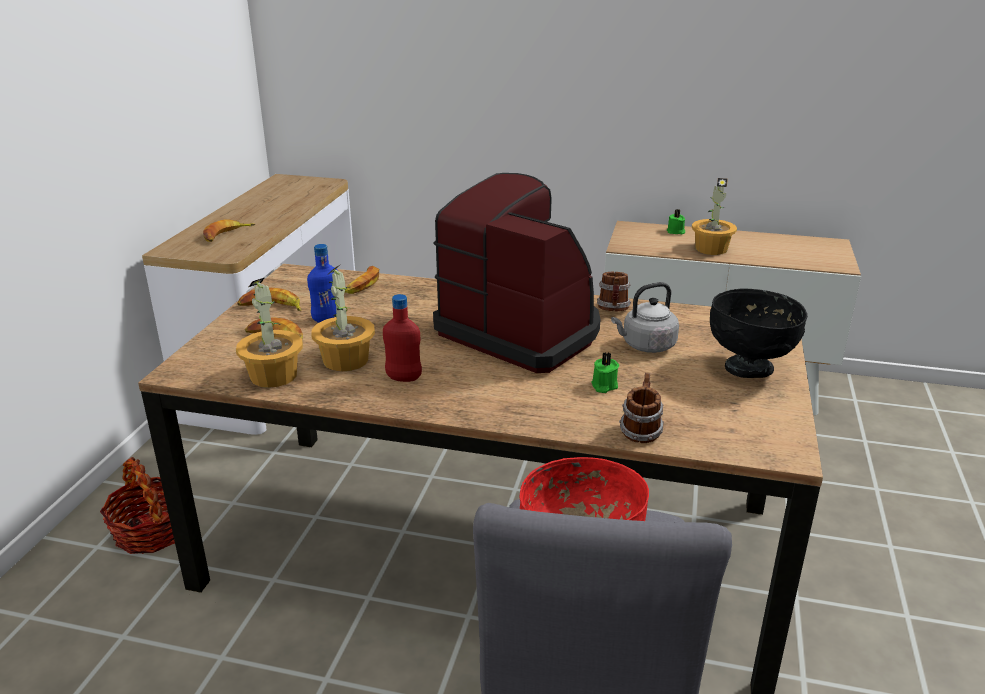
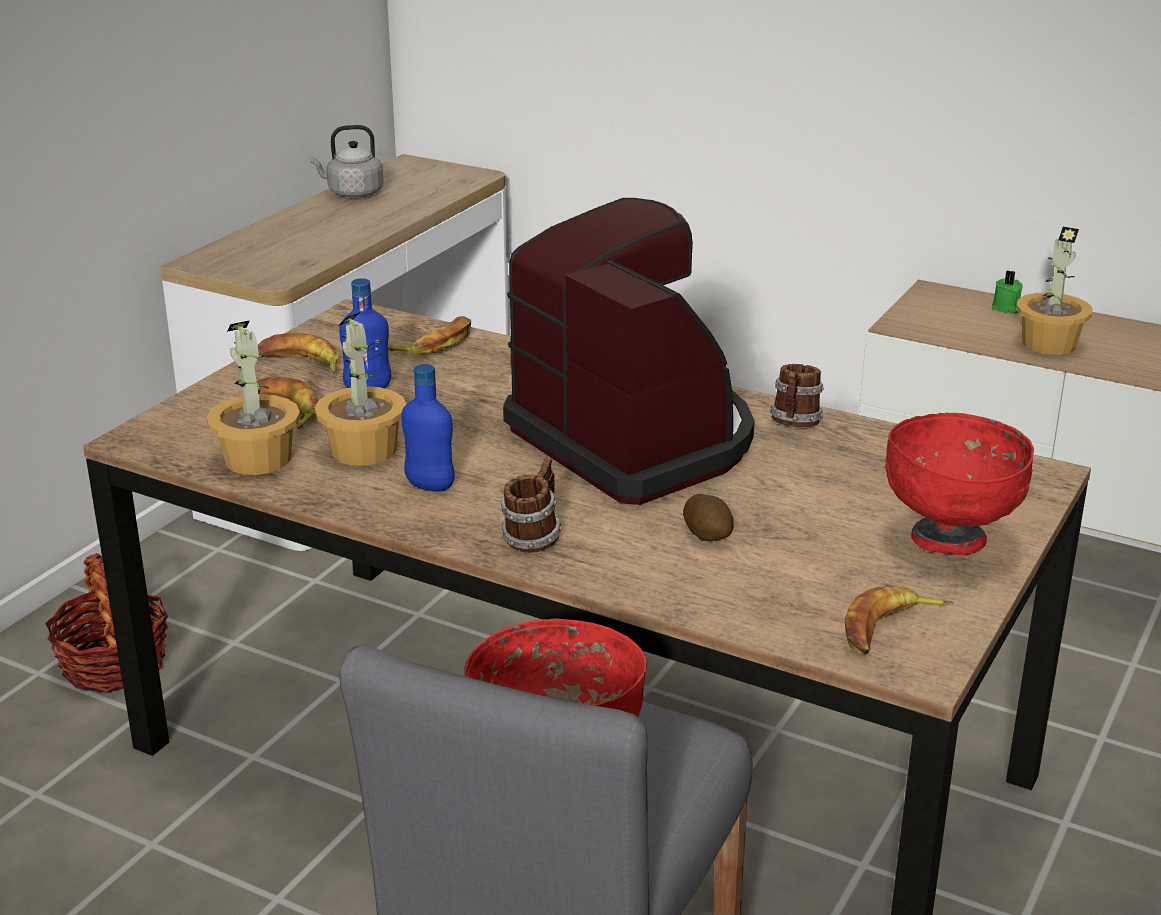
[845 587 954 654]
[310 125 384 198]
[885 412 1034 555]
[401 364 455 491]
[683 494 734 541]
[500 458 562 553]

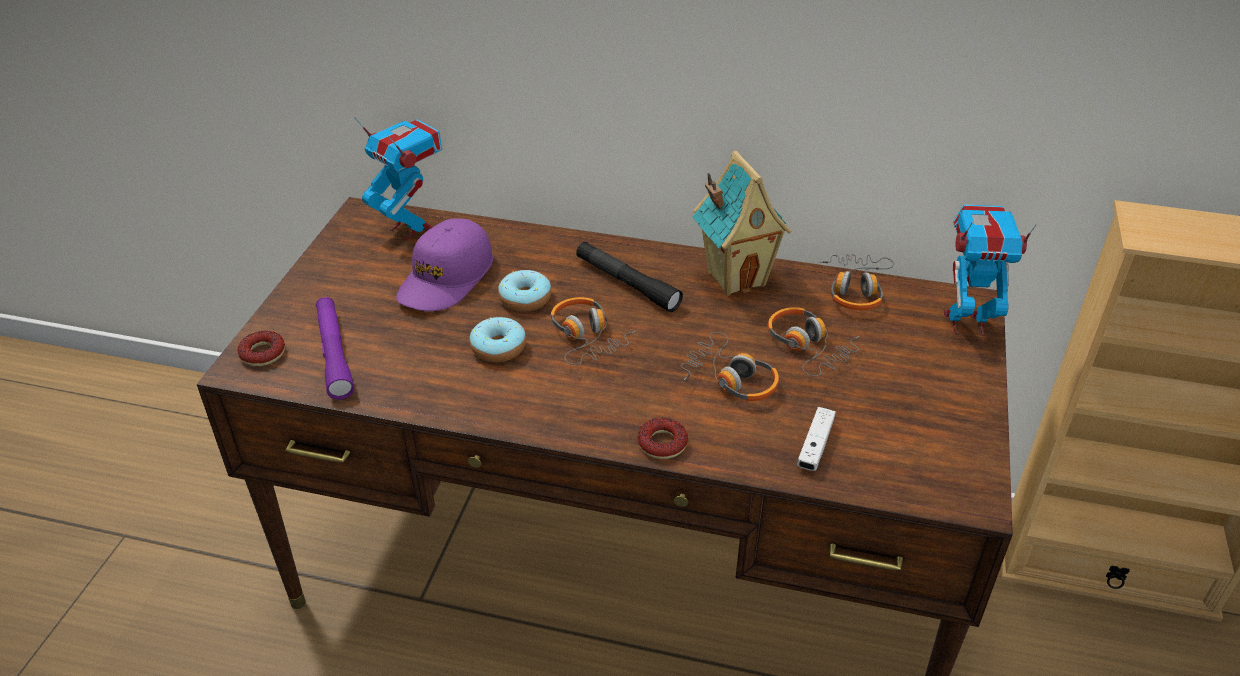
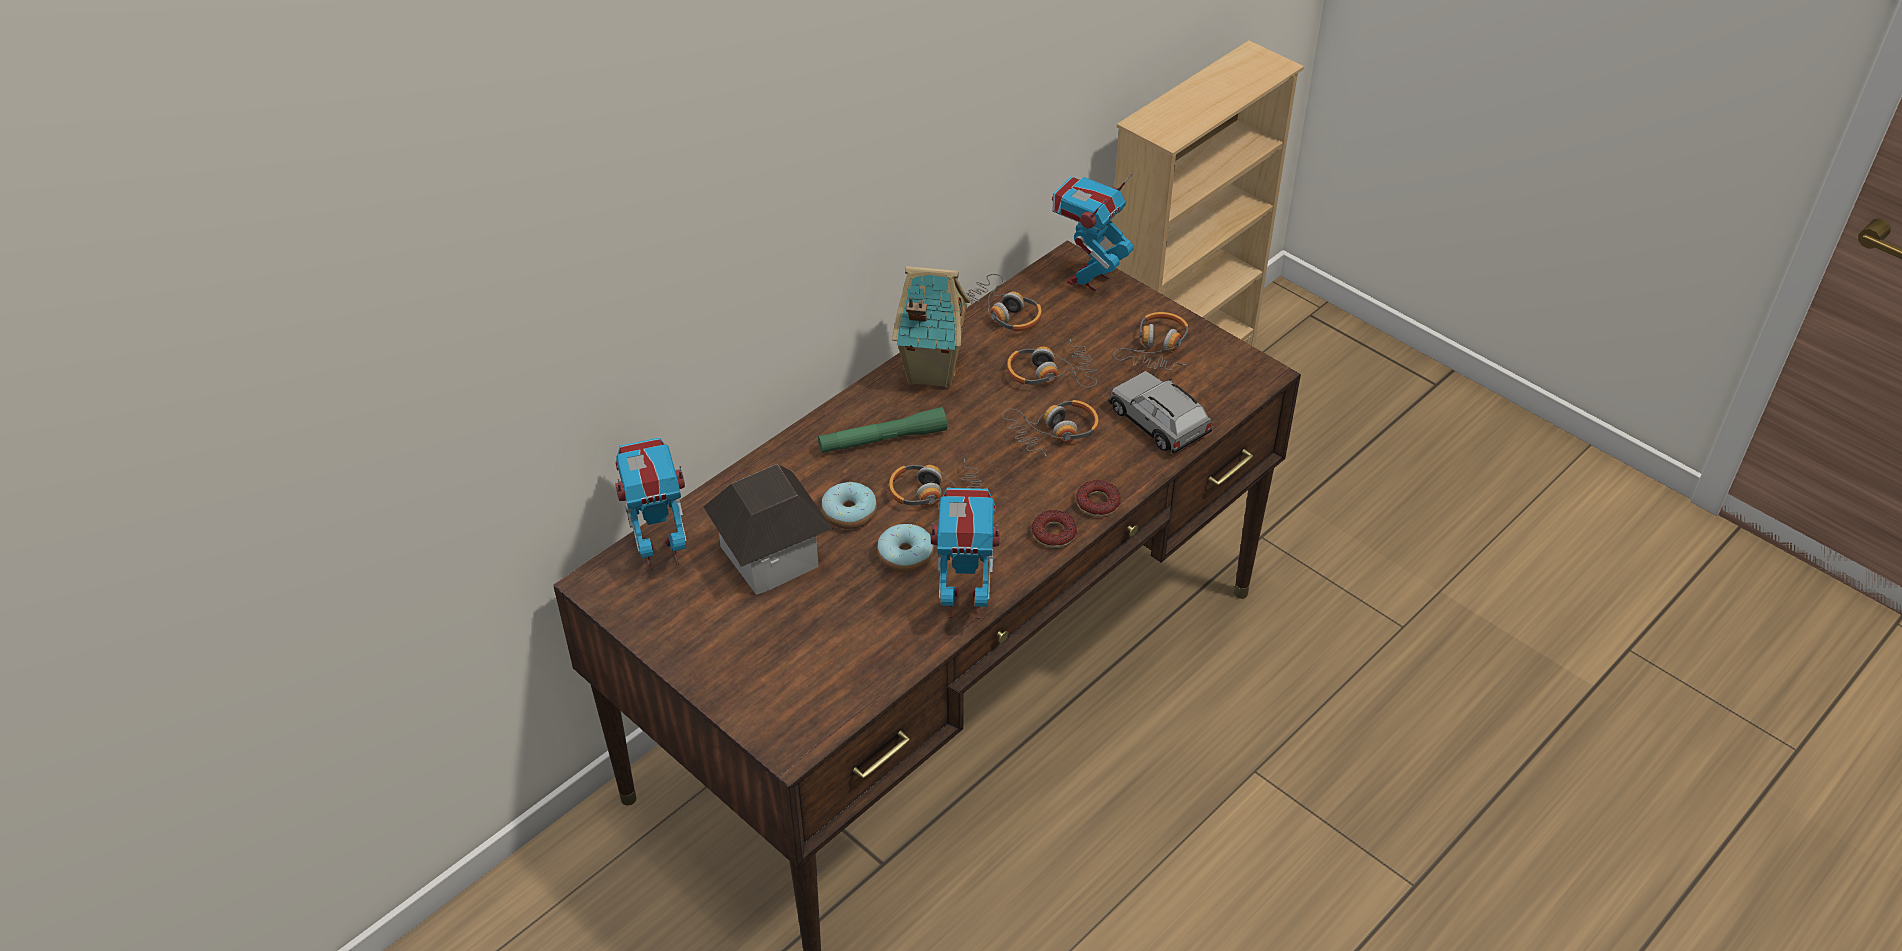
[704 464 833 595]
[818 407 947 453]
[316 297 354 400] (first image)
[1032 510 1077 548]
[1108 371 1213 454]
[1113 312 1188 370]
[931 488 1000 619]

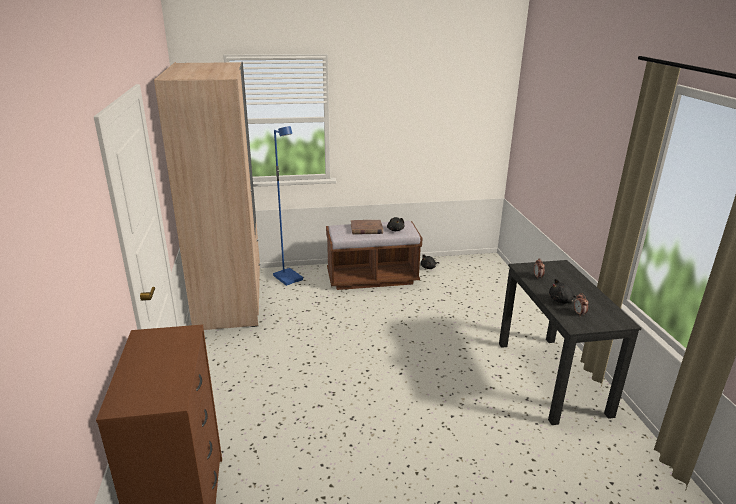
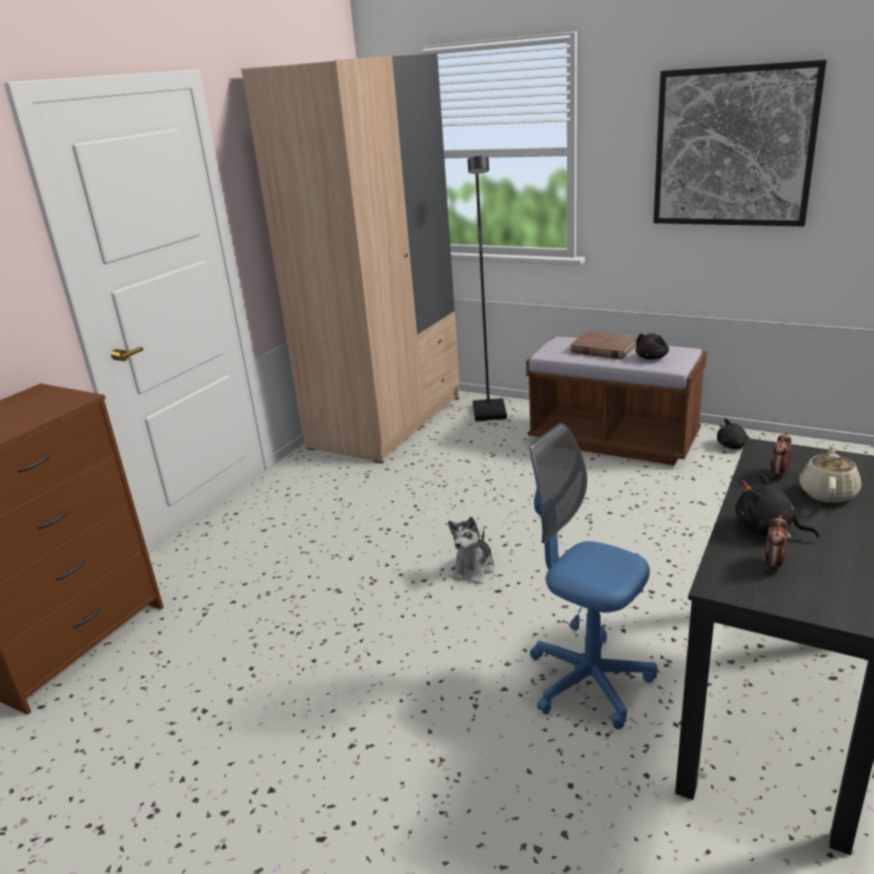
[468 156 507 422]
[653 60 827 226]
[529 423 658 729]
[799 443 861 503]
[448 517 495 584]

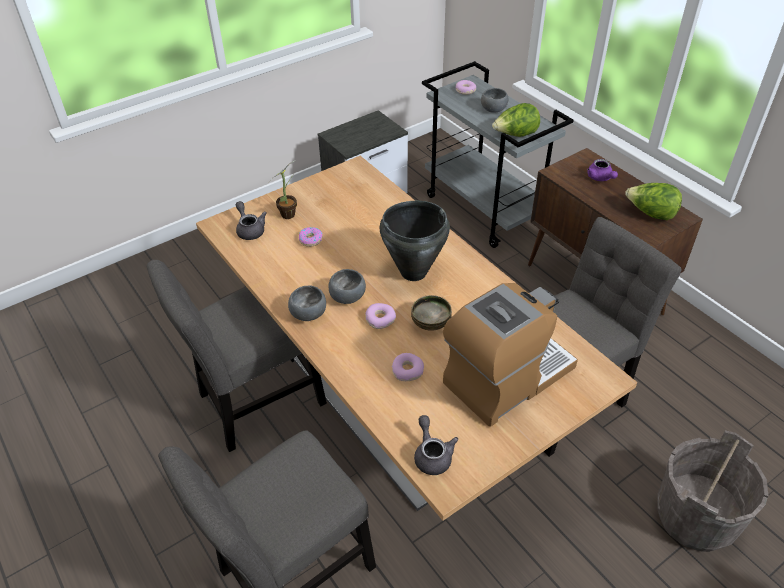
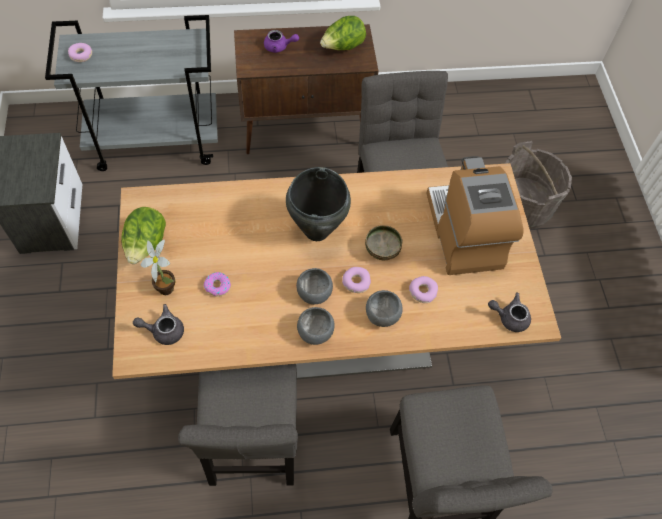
[366 290 403 327]
[121 207 166 264]

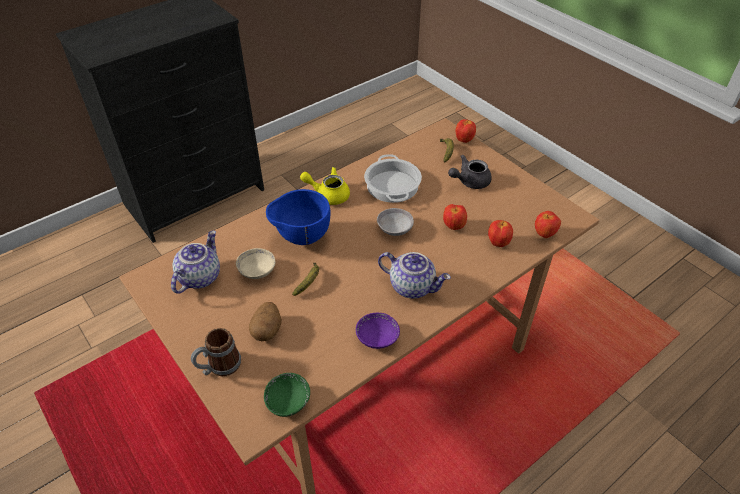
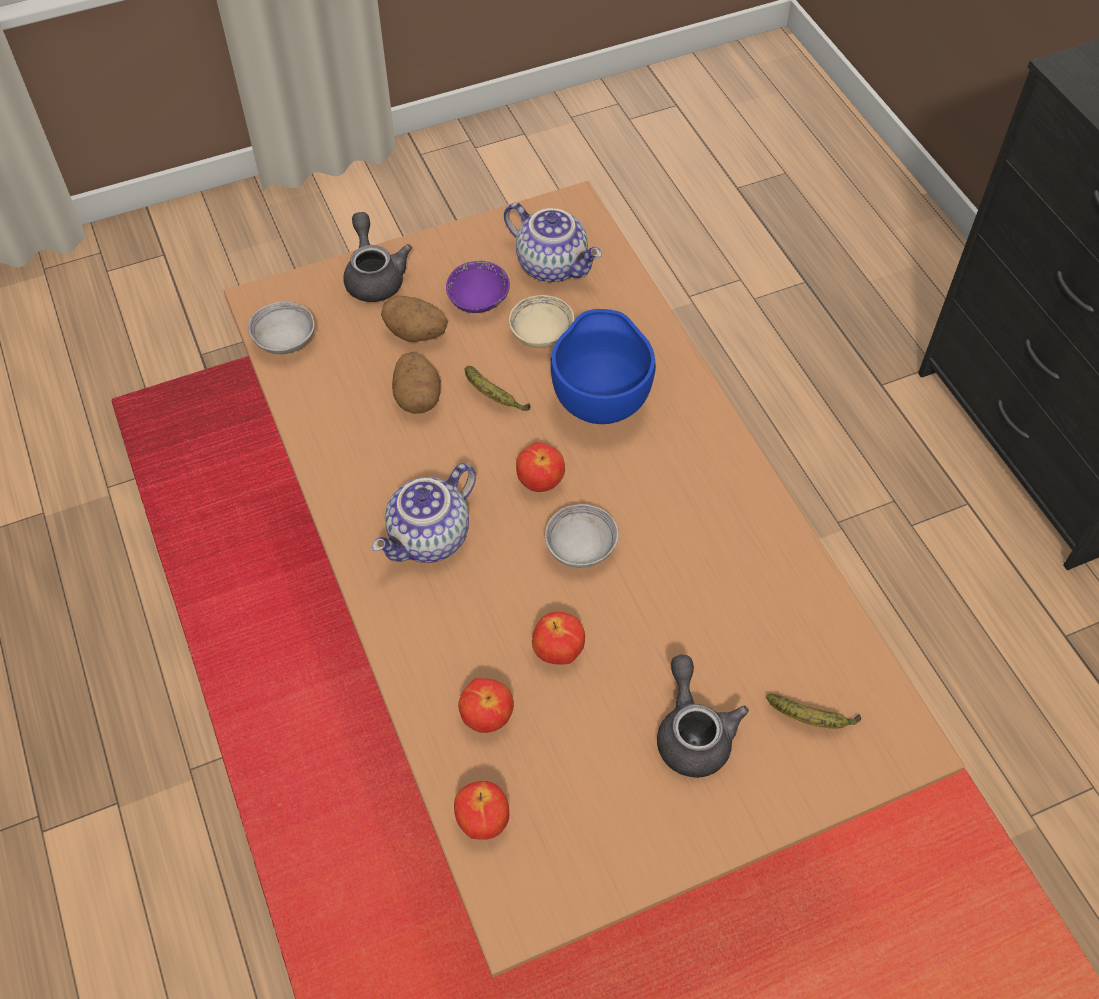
[516 442 565 492]
[364 154 422 203] (first image)
[300 167 350 205] (first image)
[446 261 510 313]
[344 212 412 302]
[248 302 315 354]
[392 352 441 414]

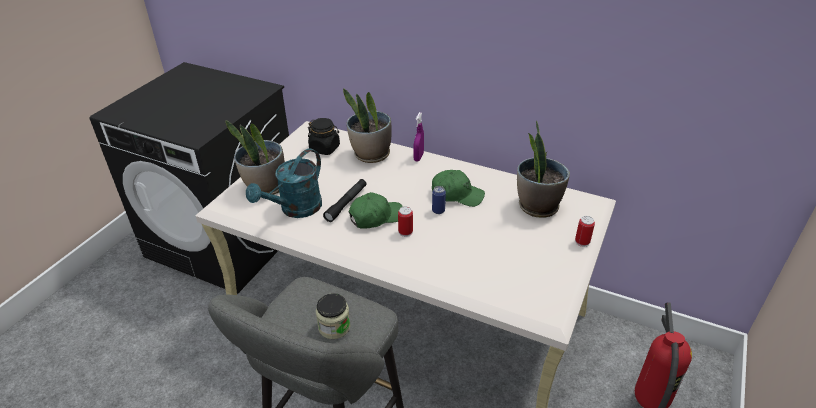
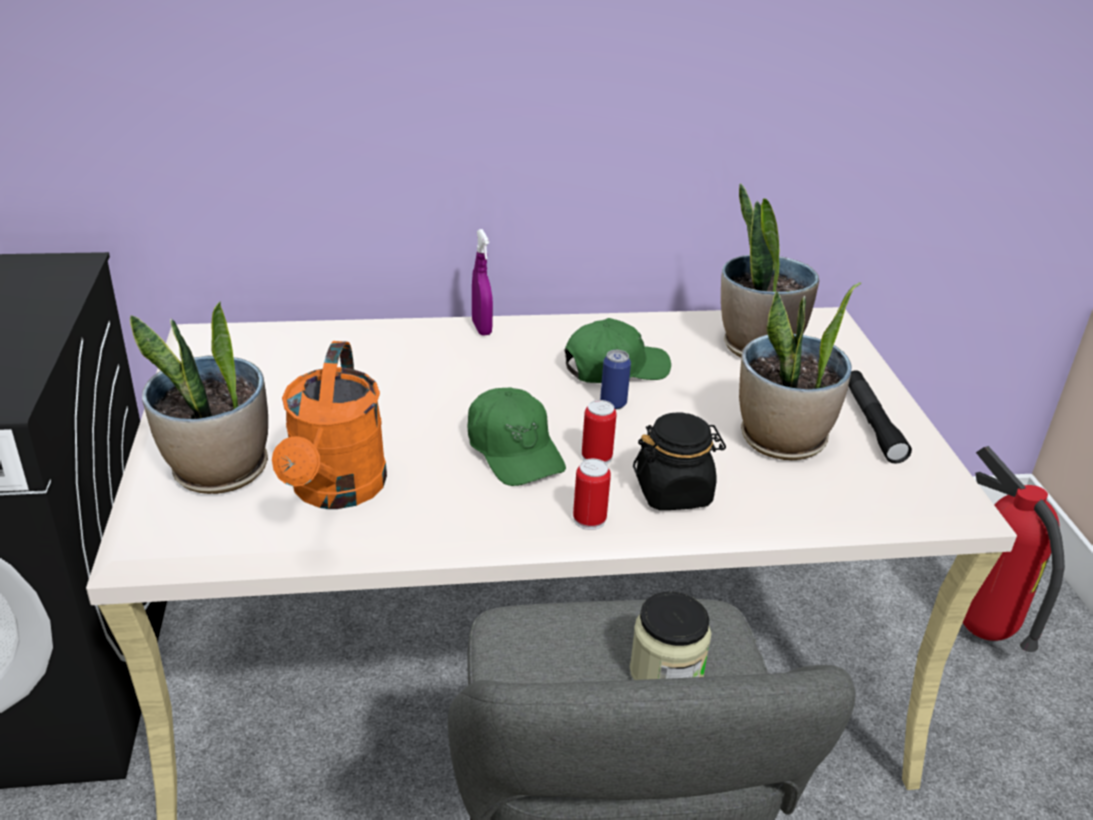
[739 283 861 460]
[633 412 726 510]
[272 341 387 509]
[848 370 912 464]
[468 387 566 486]
[573 458 611 530]

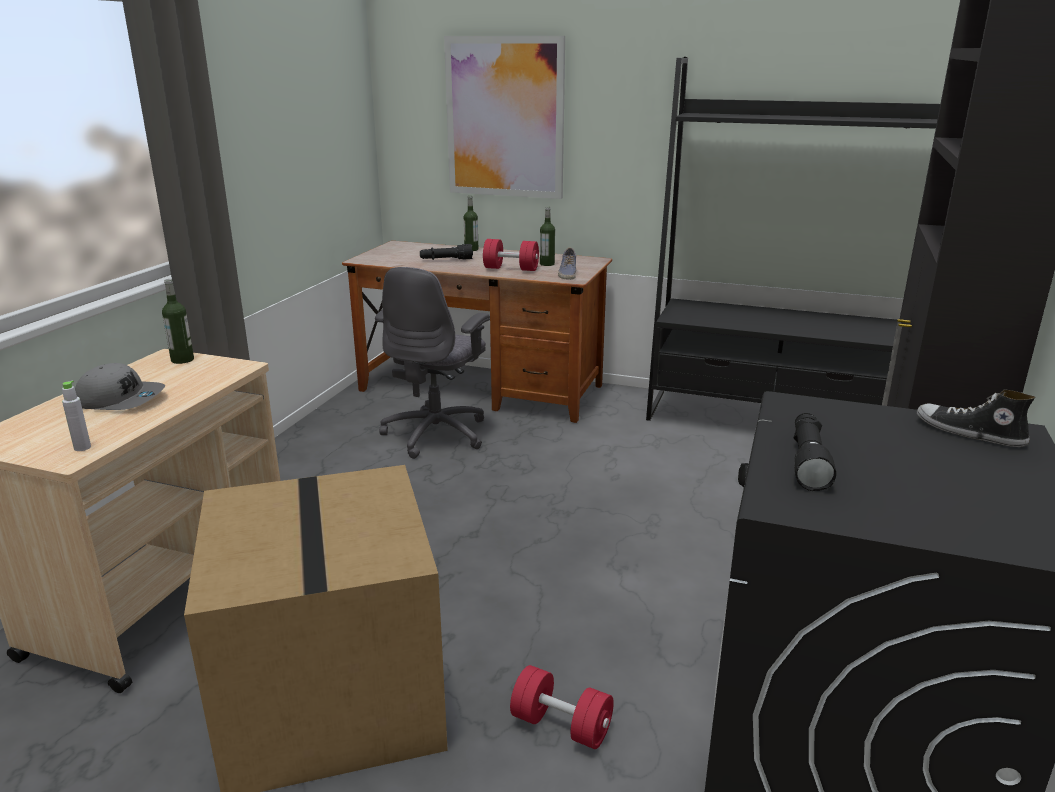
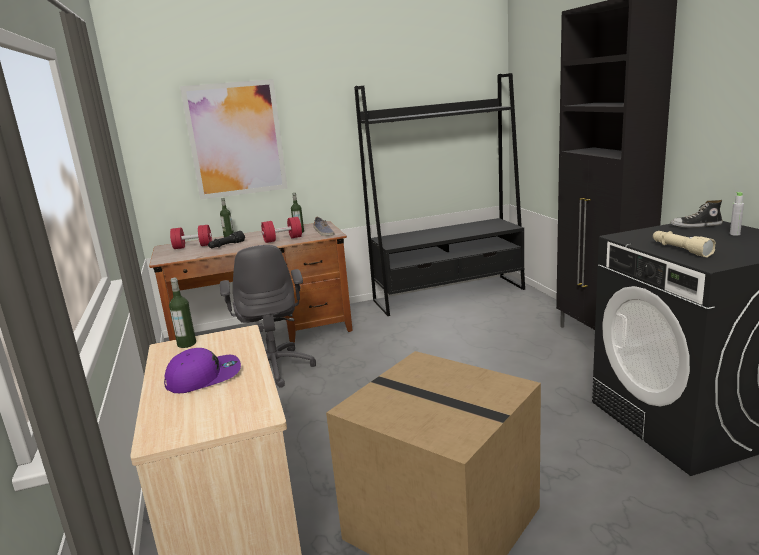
[164 348 241 393]
[730 192 744 236]
[653 231 716 257]
[170 225 212 249]

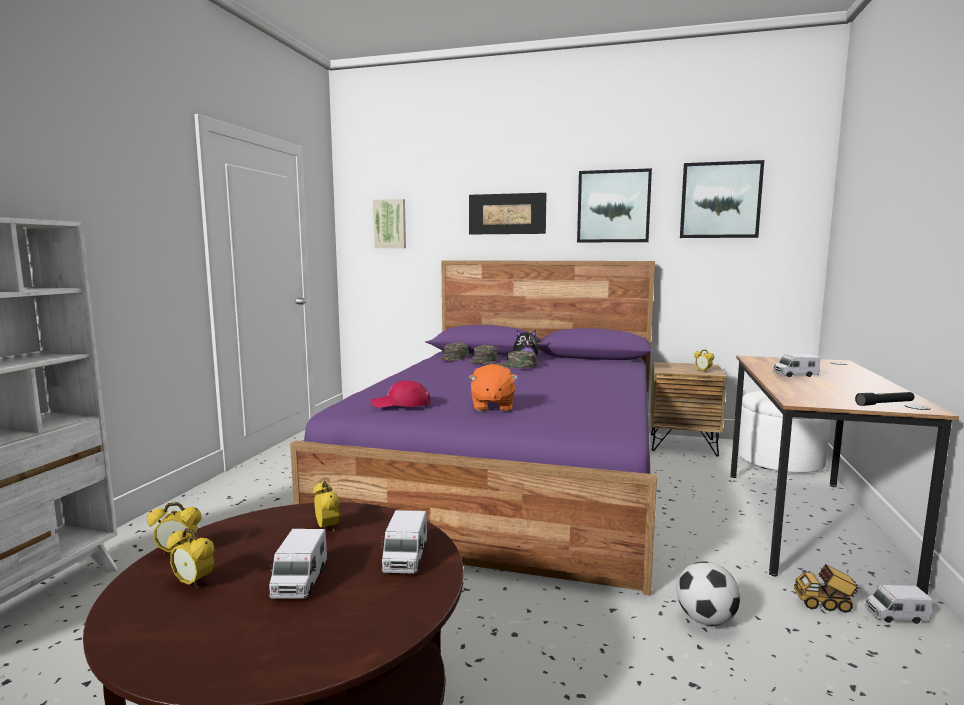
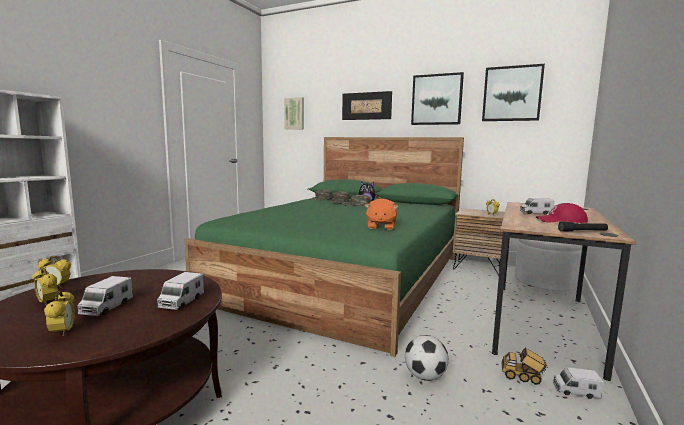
[184 137 464 357]
[364 198 398 230]
[536 203 588 223]
[44 291 75 337]

